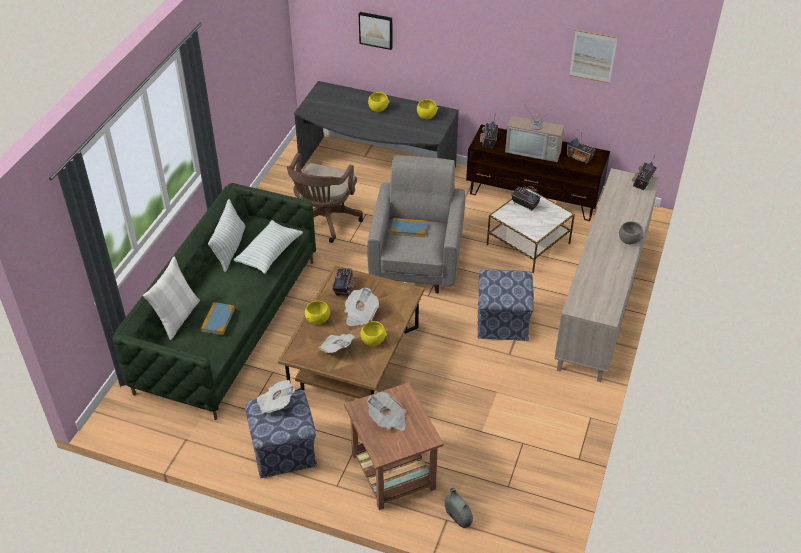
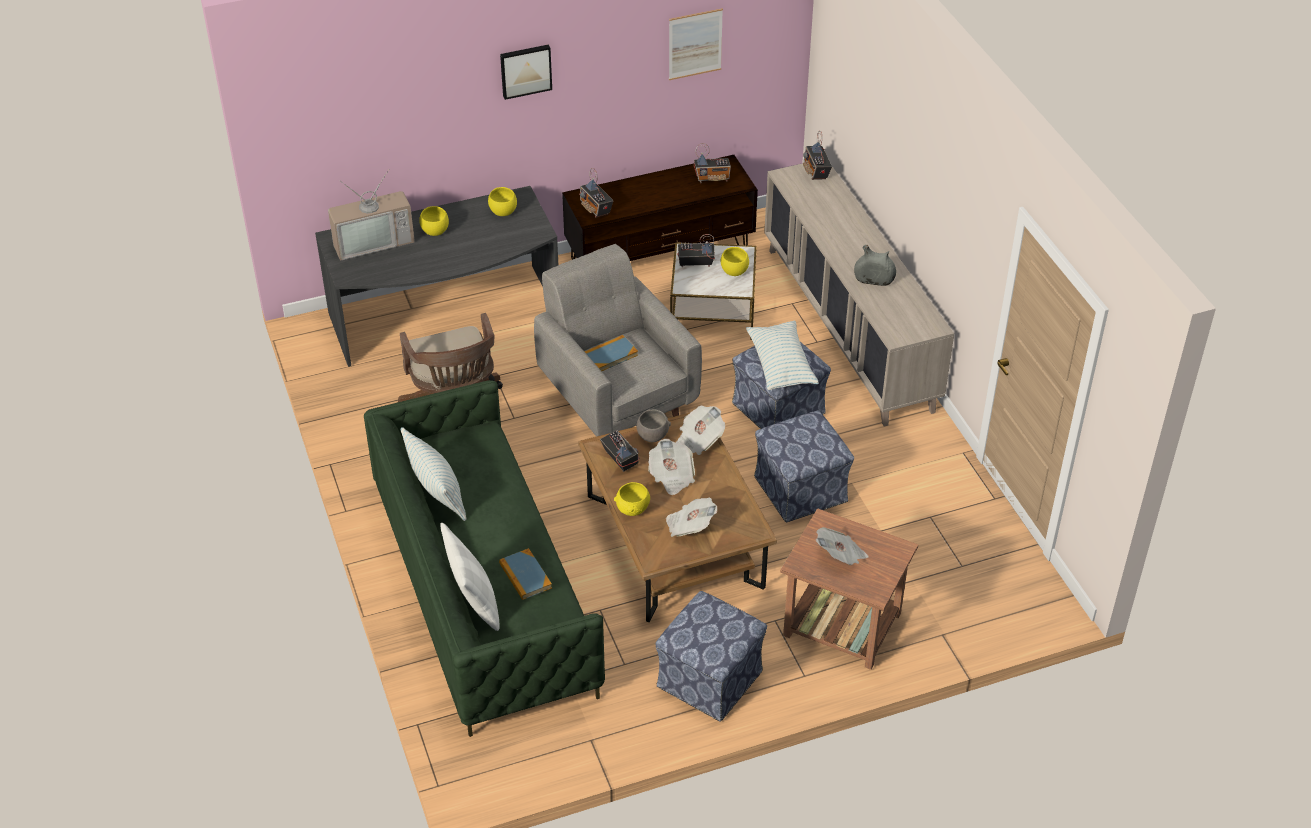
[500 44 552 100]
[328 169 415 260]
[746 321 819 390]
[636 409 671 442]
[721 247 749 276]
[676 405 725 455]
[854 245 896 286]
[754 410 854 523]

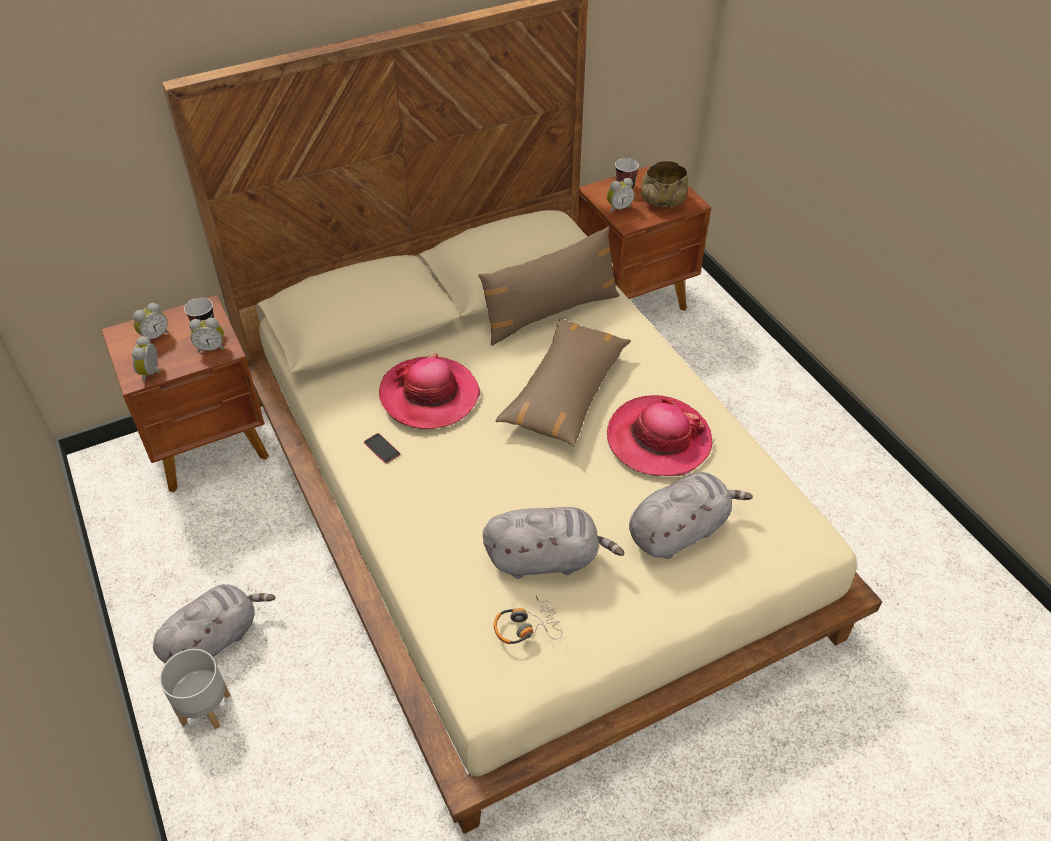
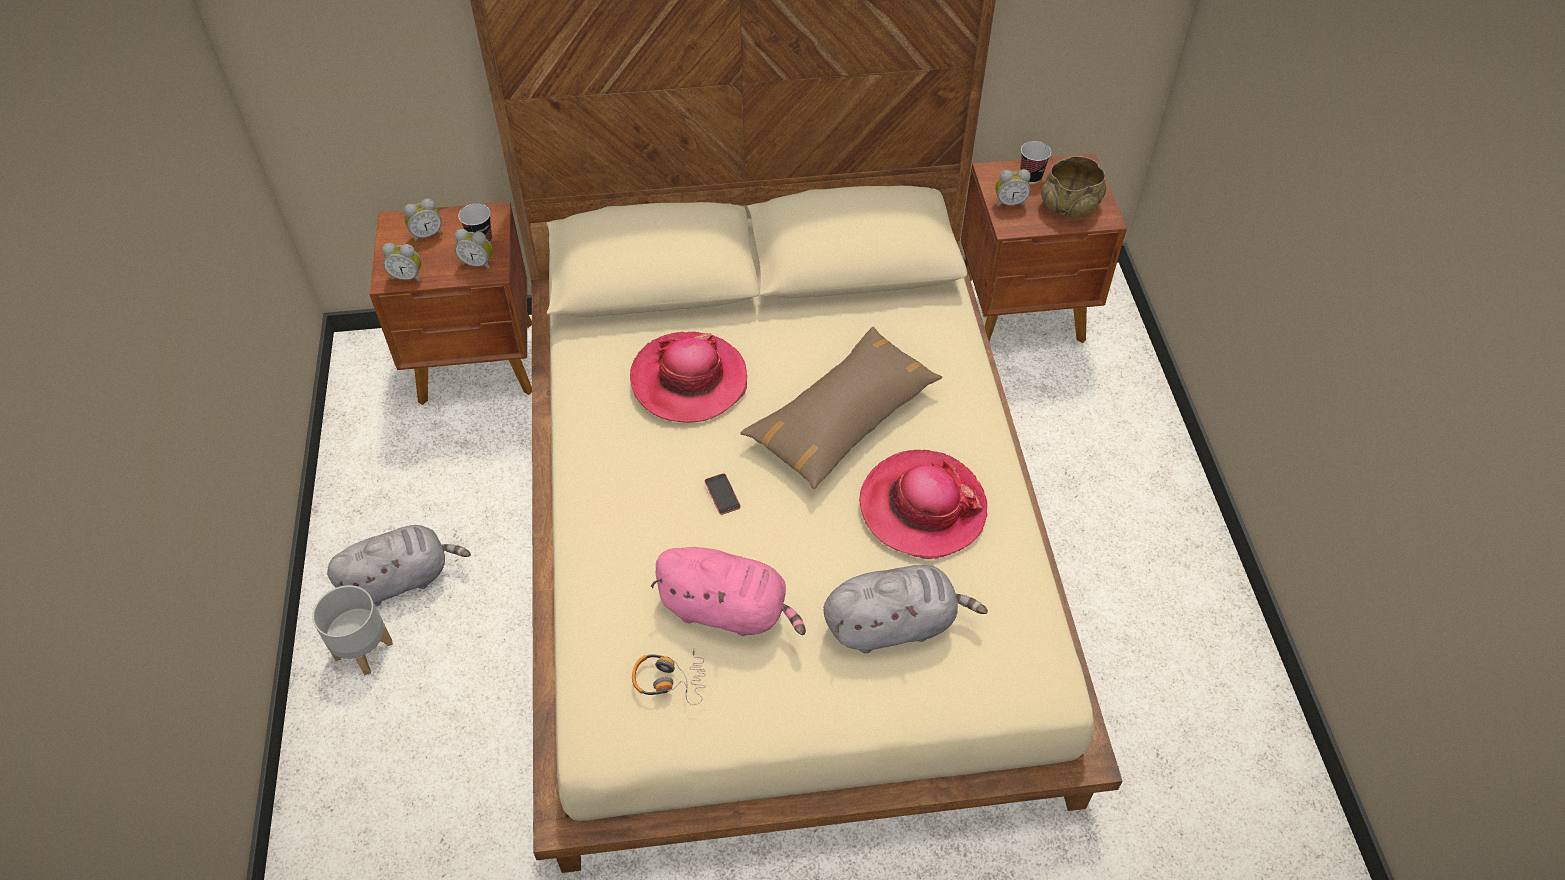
[478 226 620 346] (first image)
[382 243 421 282]
[705 473 741 515]
[651 547 806 636]

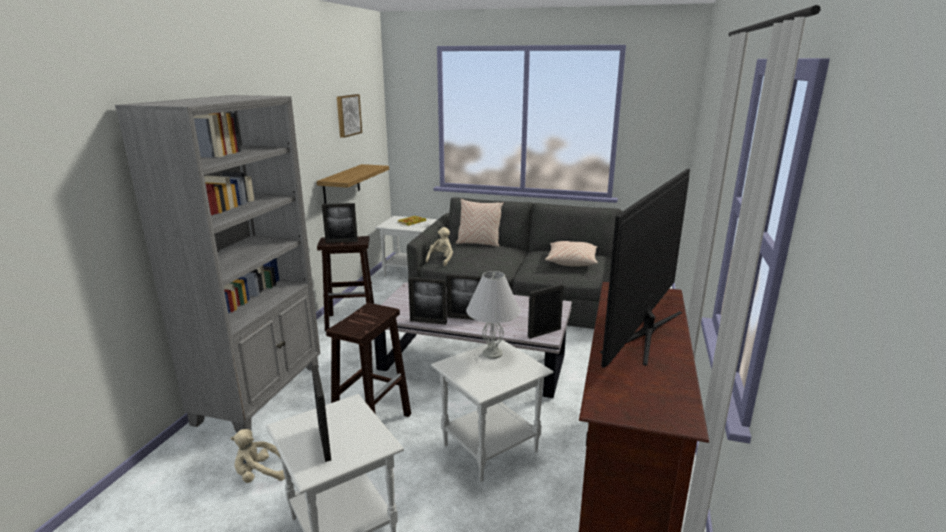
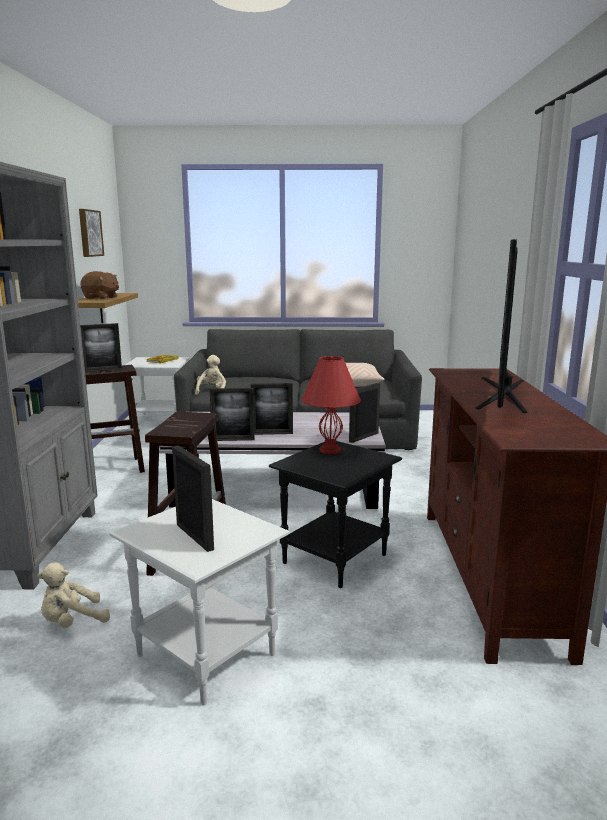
[456 199 503 247] (first image)
[301 356 361 454]
[269 441 402 588]
[80 271 119 299]

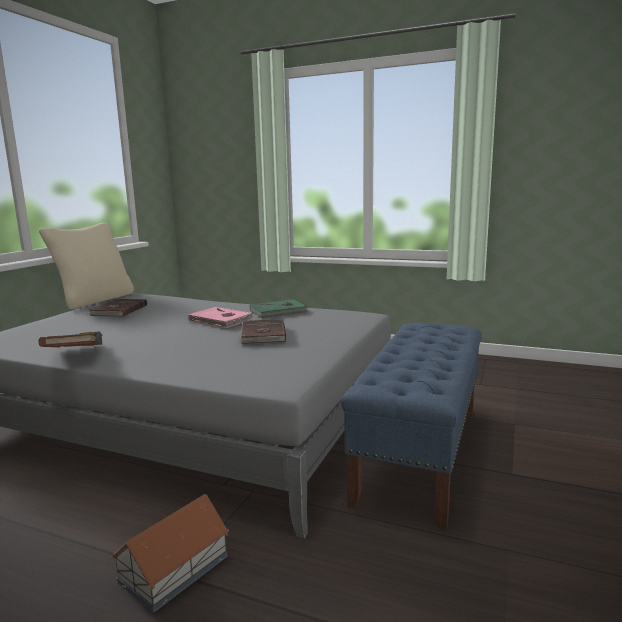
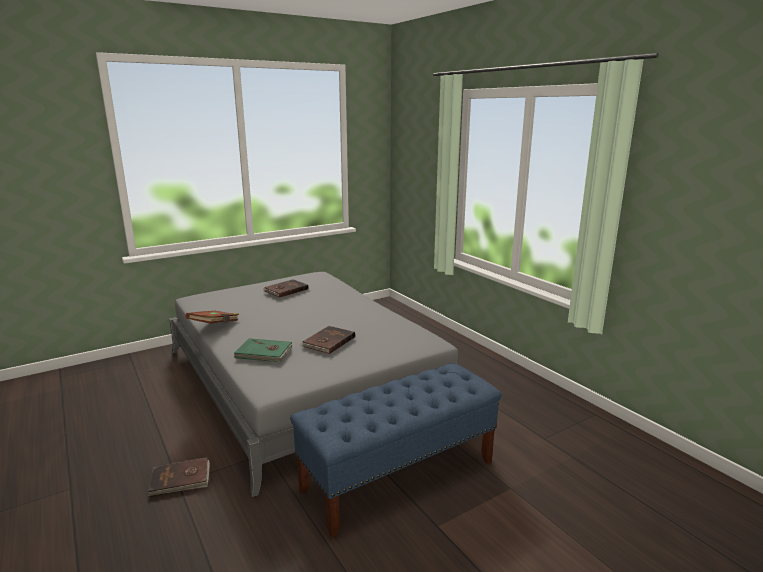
[39 223 134 309] (first image)
[233 338 292 362]
[188 307 253 328] (first image)
[148 457 210 497]

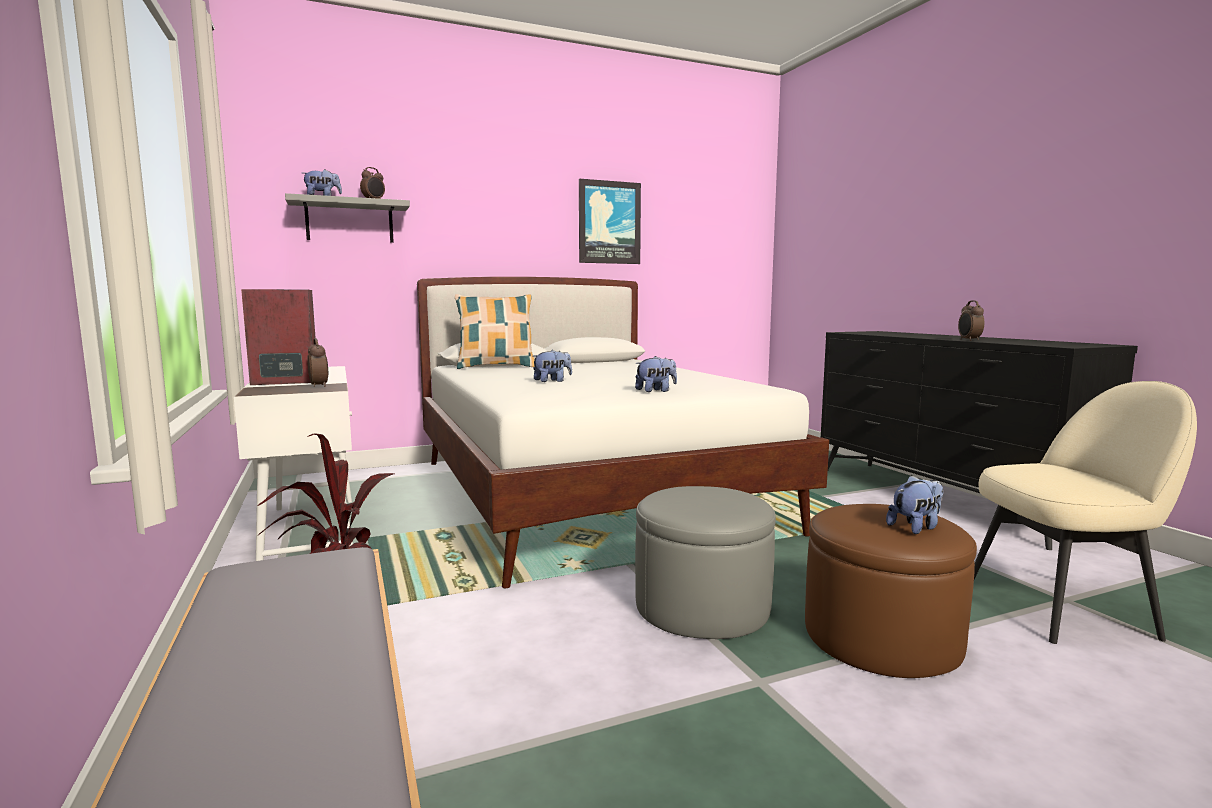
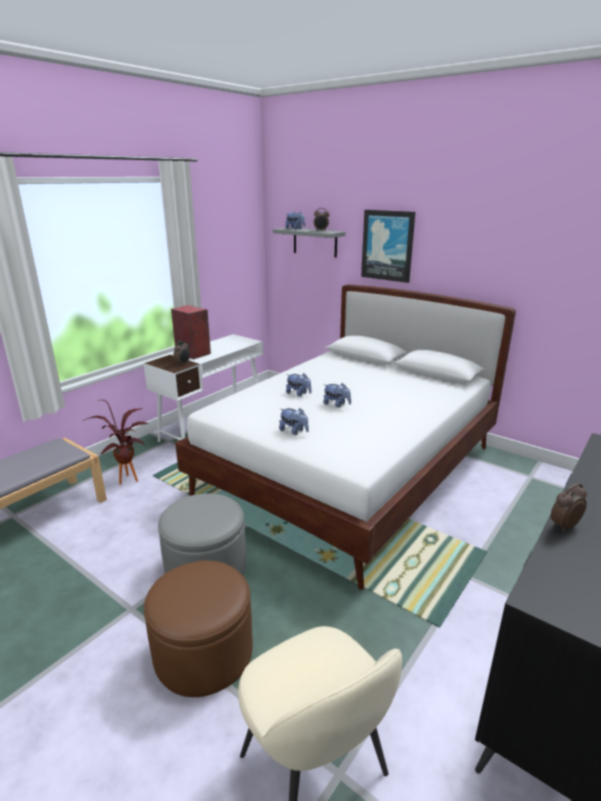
[361 210 415 283]
[455 294 535 369] (first image)
[324 383 351 408]

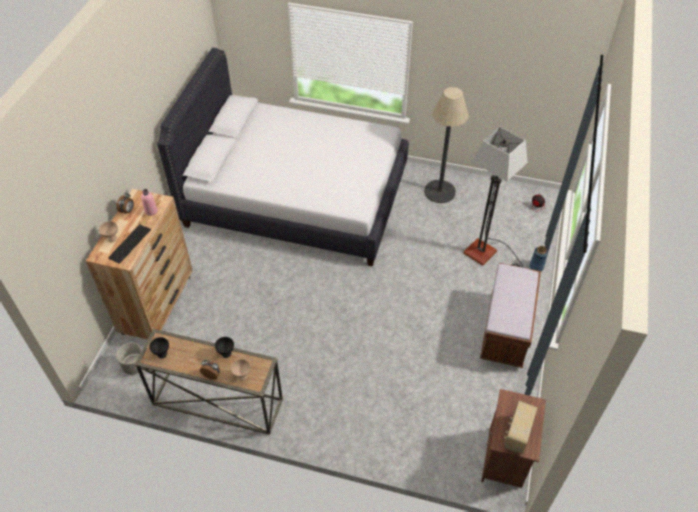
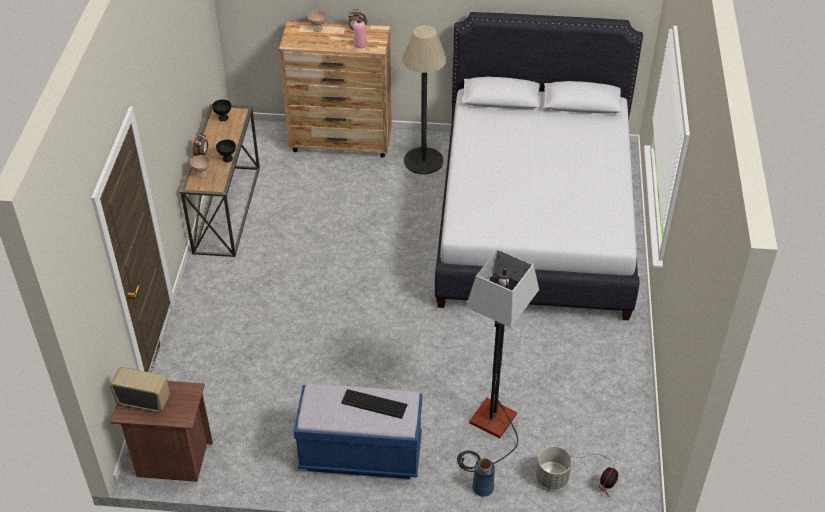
[403 25 447 174]
[341 389 408 419]
[294 384 422 479]
[536 446 572 489]

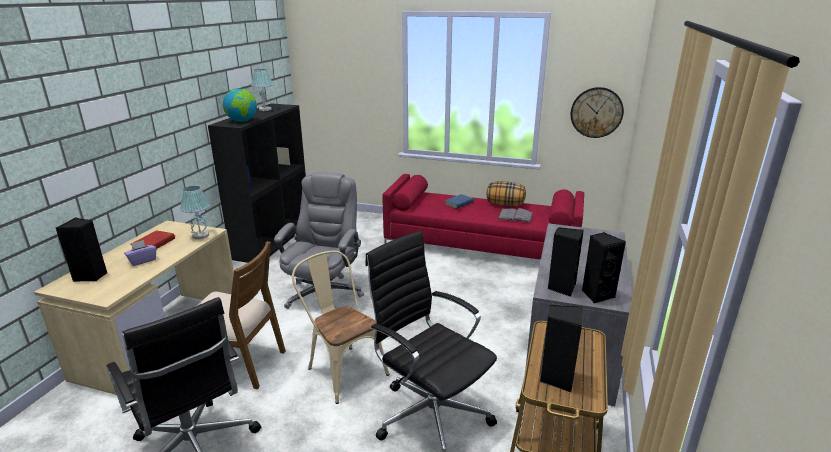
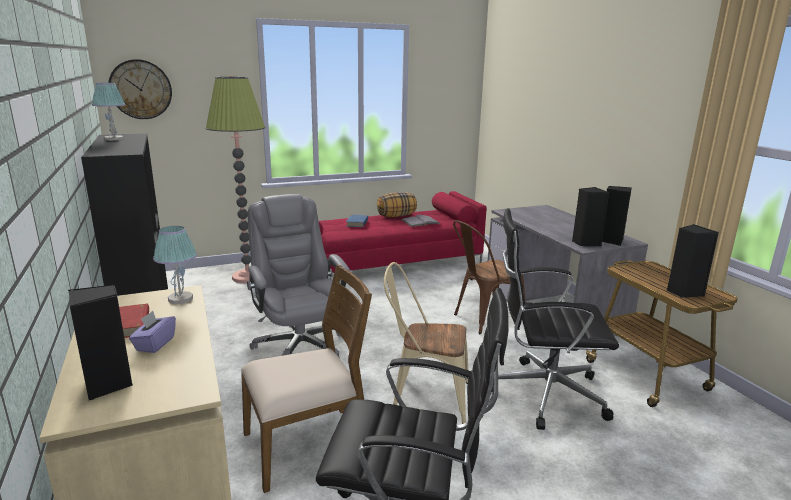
[108 59 172 119]
[223 89 257 122] (first image)
[206 76 265 283]
[453 220 526 334]

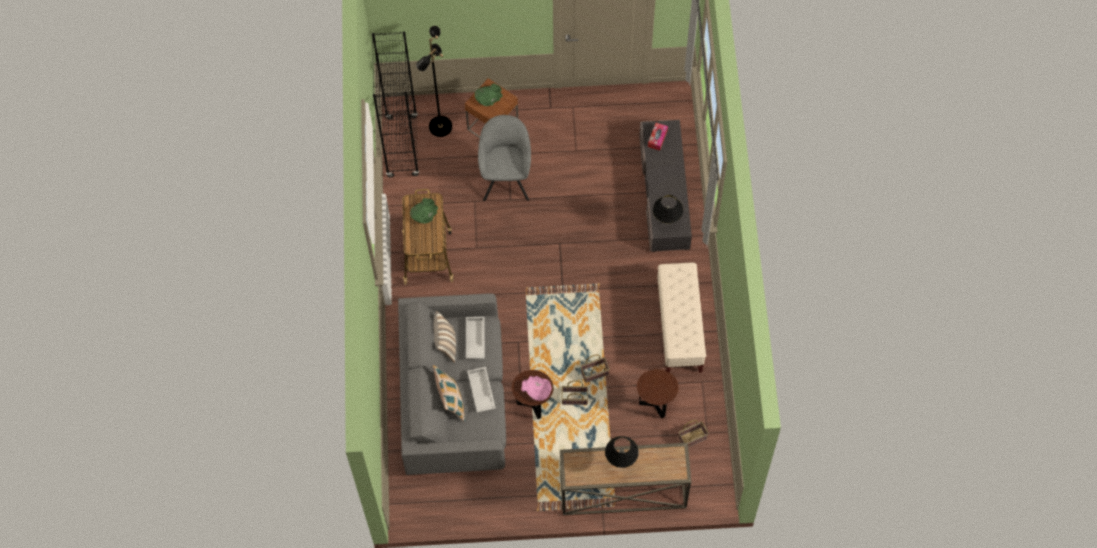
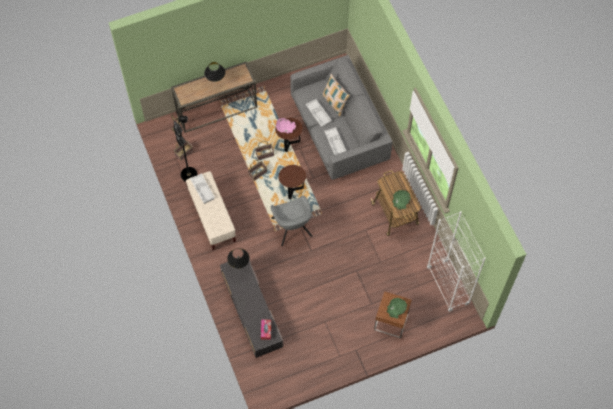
[171 115 197 182]
[427 211 486 312]
[271 196 313 246]
[433 311 456 363] (first image)
[279 165 306 199]
[190 173 215 204]

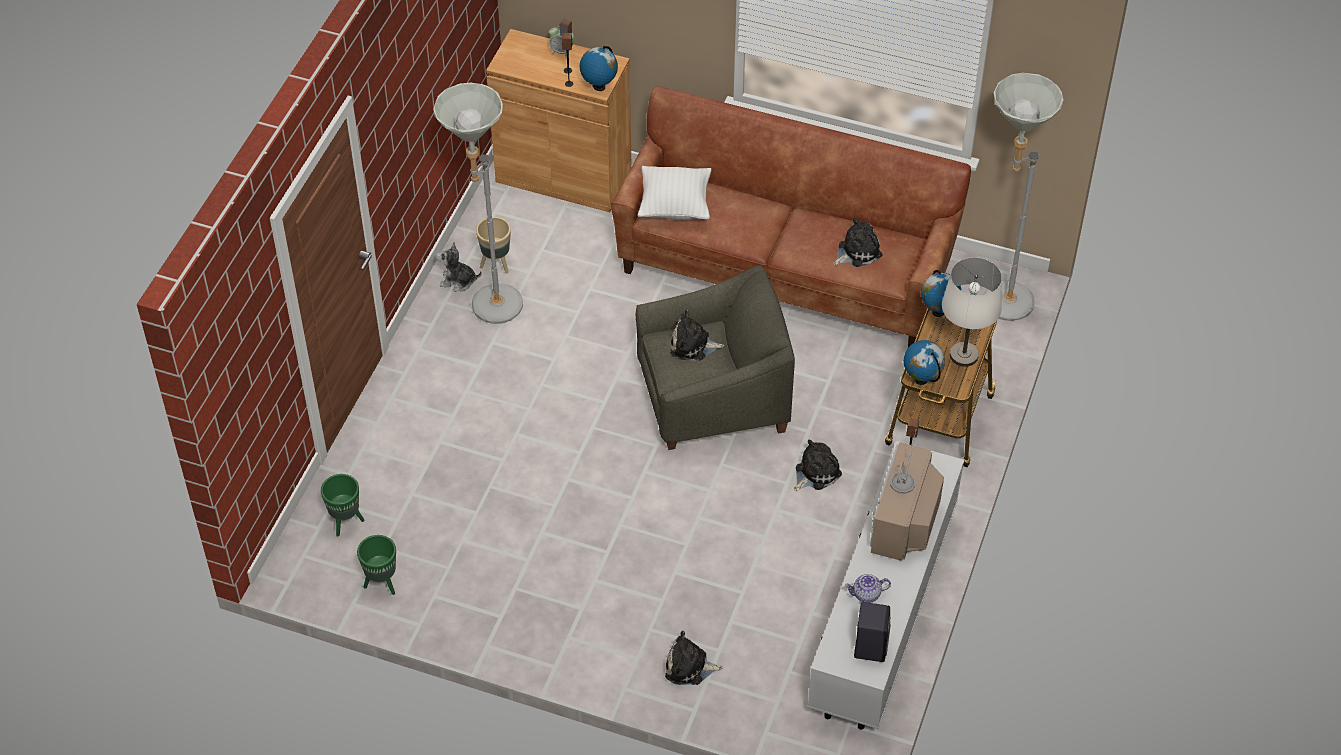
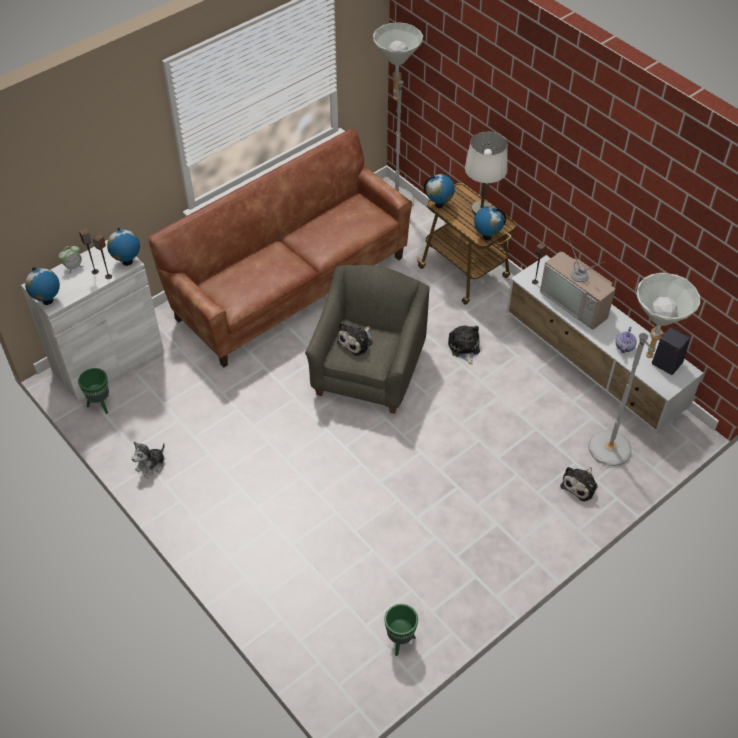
[21 240 164 401]
[589 273 700 466]
[638 166 711 220] (first image)
[476 217 511 273] (first image)
[833 218 882 267] (first image)
[78 368 109 414]
[25 267 60 305]

